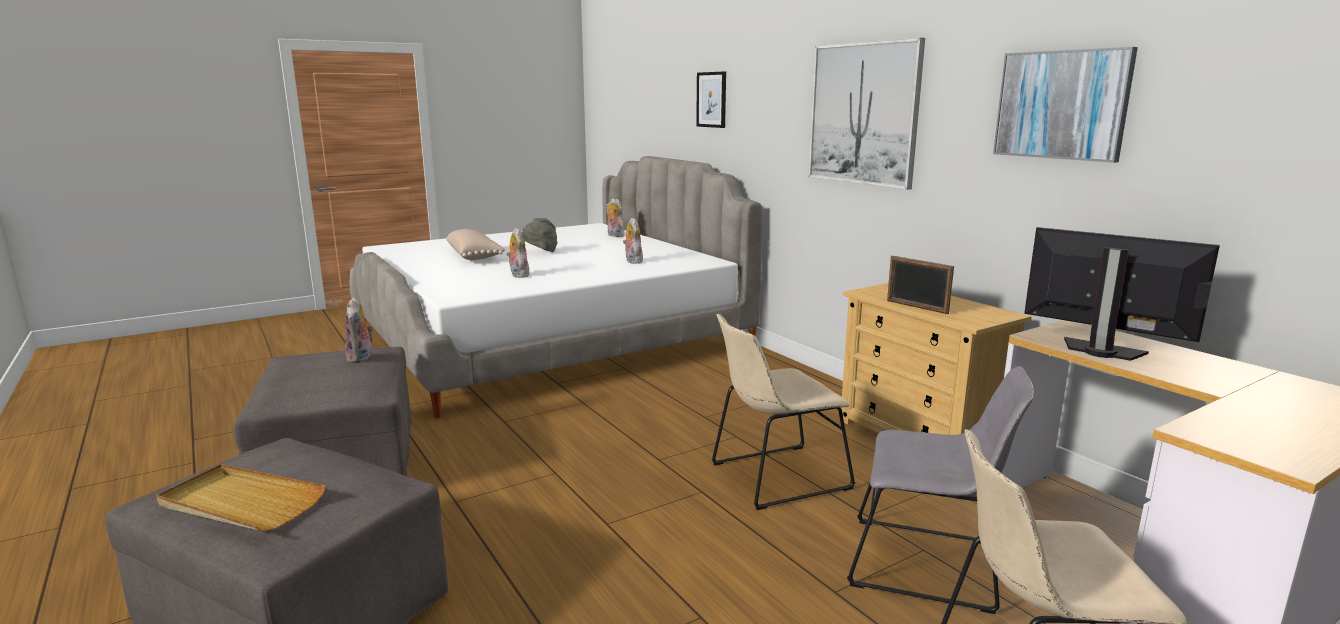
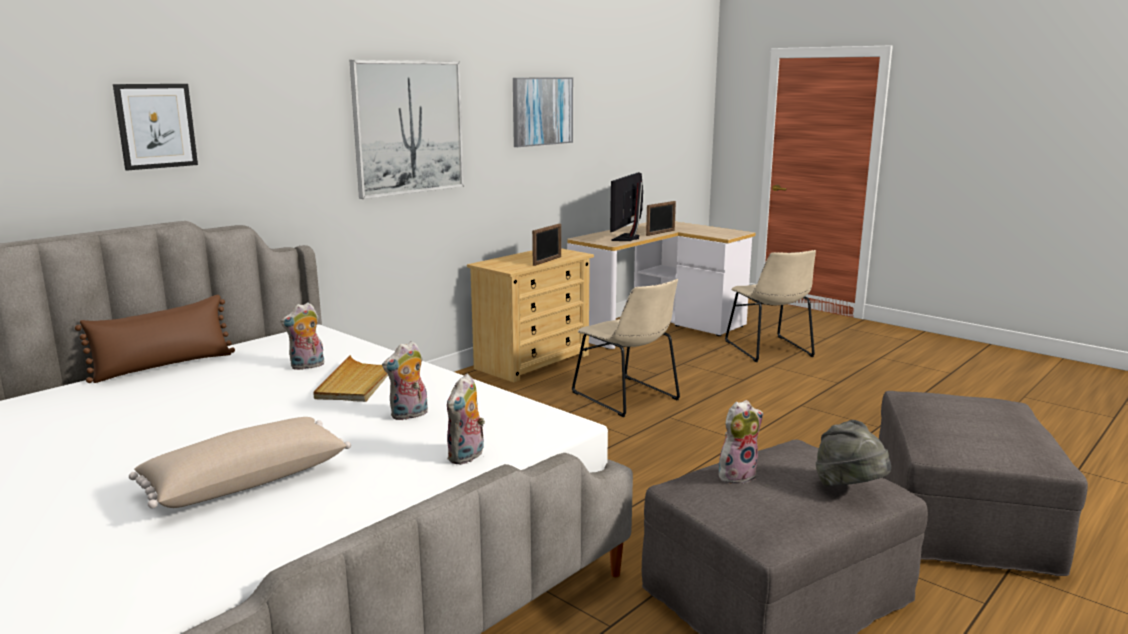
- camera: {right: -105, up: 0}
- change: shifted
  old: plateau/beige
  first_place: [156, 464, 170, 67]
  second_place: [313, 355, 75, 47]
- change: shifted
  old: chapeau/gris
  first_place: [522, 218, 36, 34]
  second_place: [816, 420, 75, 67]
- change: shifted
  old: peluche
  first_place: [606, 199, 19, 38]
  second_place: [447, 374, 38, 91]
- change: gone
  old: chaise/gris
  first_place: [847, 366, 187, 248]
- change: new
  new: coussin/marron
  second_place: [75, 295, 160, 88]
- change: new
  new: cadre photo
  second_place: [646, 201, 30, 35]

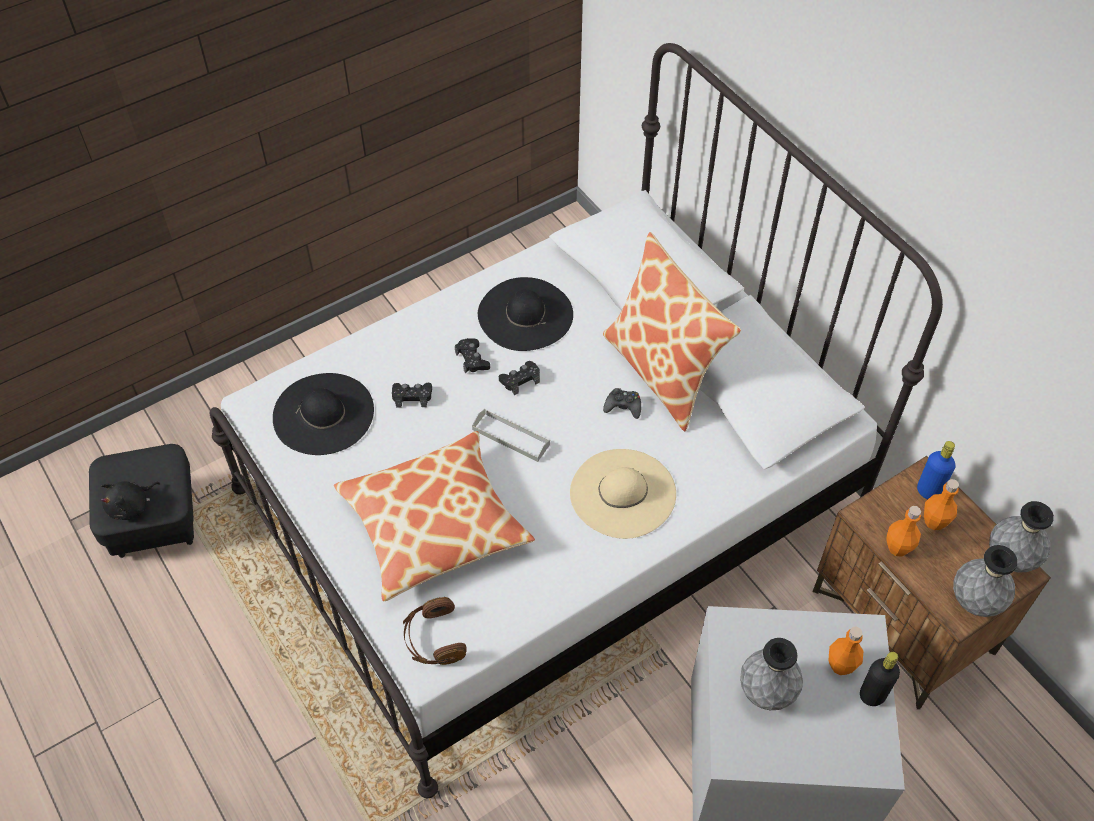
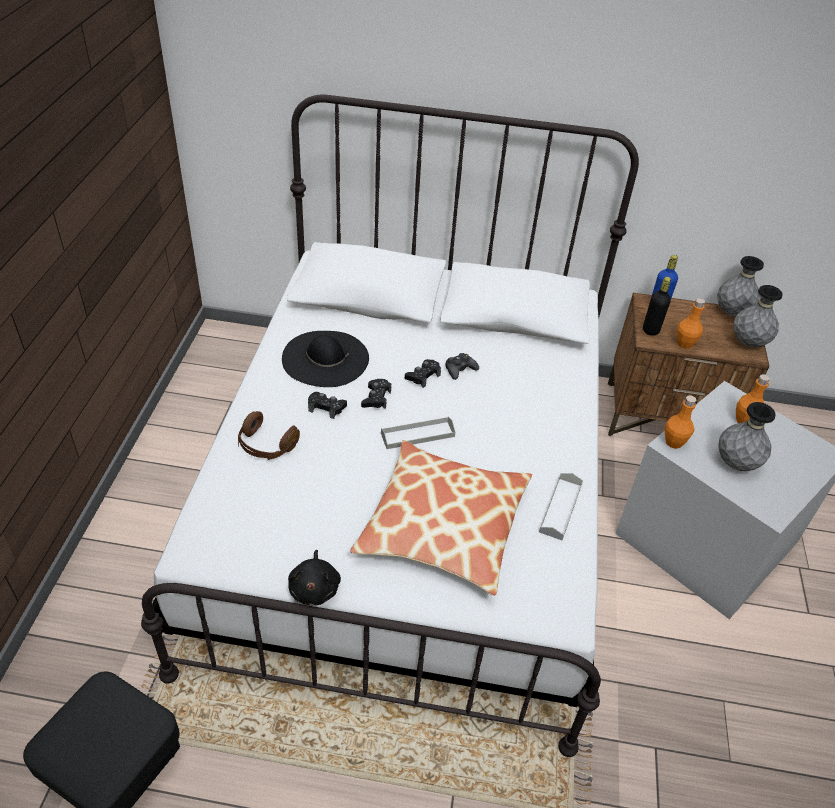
- camera: {right: -50, up: -10}
- change: shifted
  old: peluche/noir
  first_place: [101, 481, 59, 39]
  second_place: [288, 550, 53, 56]
- change: gone
  old: chapeau/noir
  first_place: [273, 373, 101, 82]
- change: shifted
  old: manette/noir
  first_place: [392, 383, 40, 24]
  second_place: [405, 359, 36, 29]
- change: shifted
  old: casque audio/marron
  first_place: [403, 597, 64, 68]
  second_place: [238, 411, 62, 49]
- change: gone
  old: chapeau/beige
  first_place: [570, 449, 106, 90]
- change: gone
  old: coussin
  first_place: [603, 232, 138, 200]
- change: shifted
  old: bouteille/noir
  first_place: [860, 652, 40, 54]
  second_place: [643, 277, 28, 59]
- change: shifted
  old: bouteille/orange
  first_place: [924, 479, 35, 51]
  second_place: [665, 395, 31, 54]
- change: new
  new: plateau/gris
  second_place: [539, 473, 44, 67]

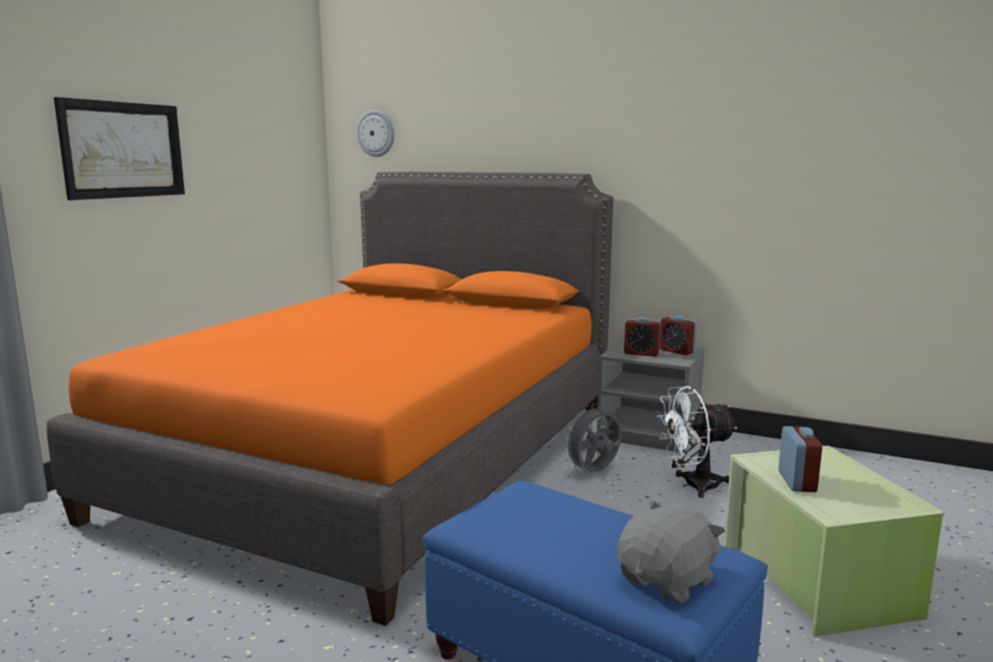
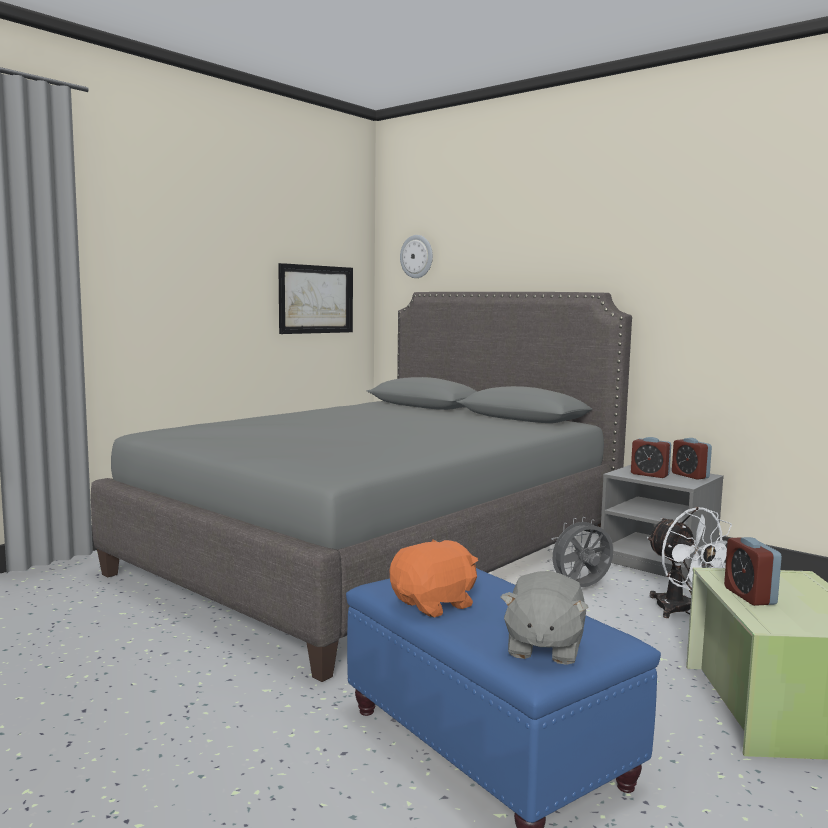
- camera: {right: 15, up: -5}
- change: repainted
  old: lit/orange
  new: lit/gris
  first_place: [47, 172, 566, 454]
  second_place: [91, 292, 541, 390]
- change: shifted
  old: tableau
  first_place: [54, 97, 131, 103]
  second_place: [278, 263, 75, 71]
- change: rotated
  old: peluche/gris
  first_place: [617, 500, 108, 104]
  second_place: [501, 571, 88, 94]
  degrees: 135
- change: rotated
  old: ventilateur/blanc
  first_place: [657, 386, 80, 112]
  second_place: [647, 507, 85, 111]
  degrees: -120
- change: rotated
  old: réveil
  first_place: [778, 426, 44, 66]
  second_place: [724, 537, 58, 69]
  degrees: 150
- change: new
  new: peluche/orange
  second_place: [390, 540, 88, 78]

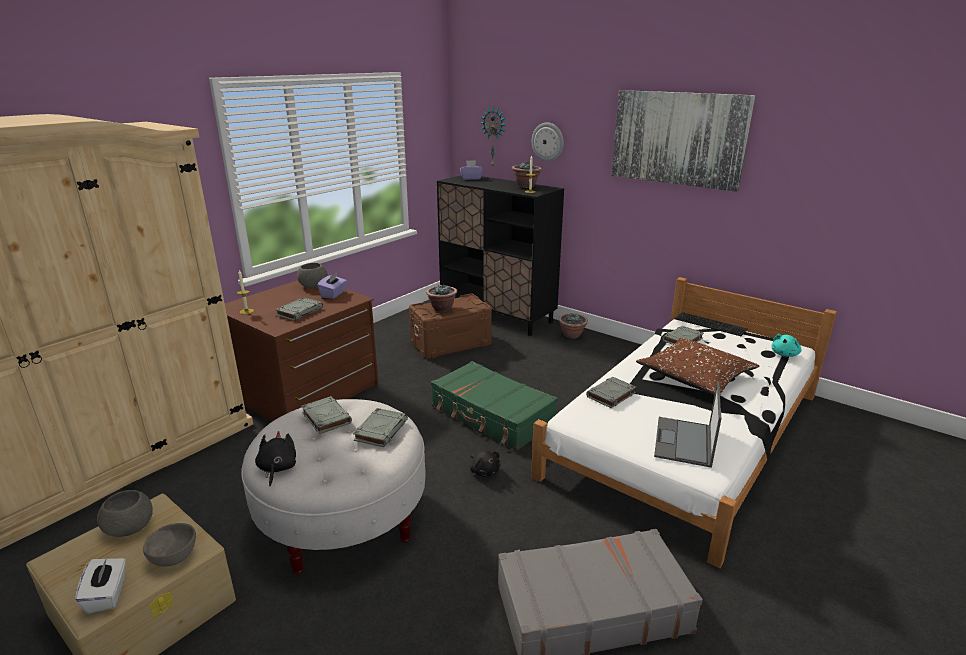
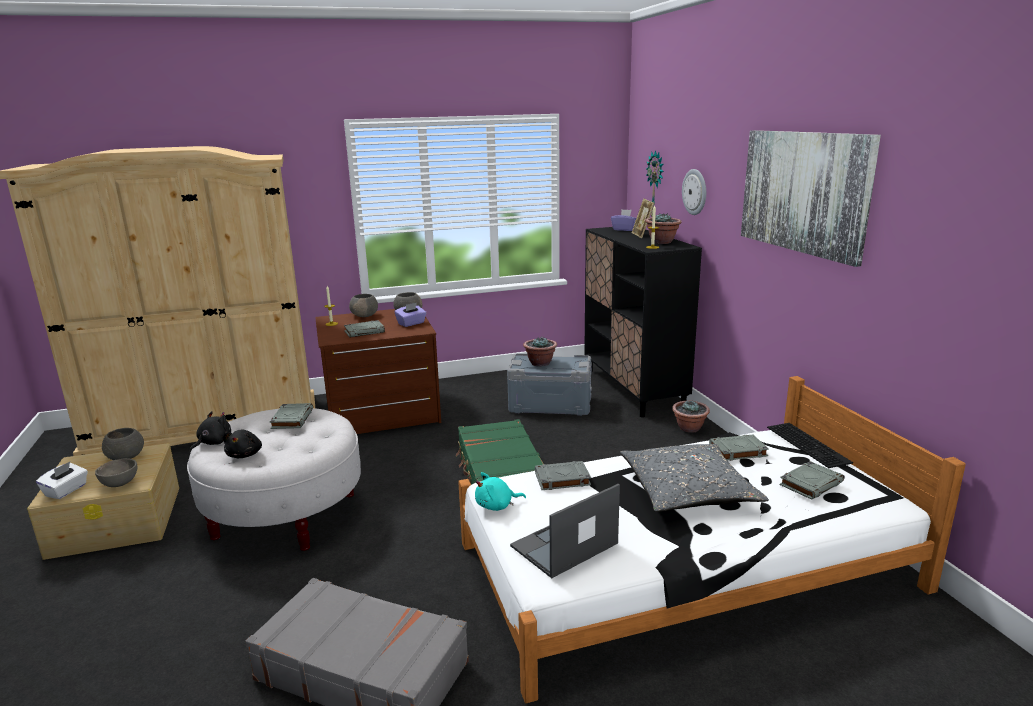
- camera: {right: 35, up: -5}
- change: shifted
  old: livre/gris
  first_place: [353, 408, 55, 39]
  second_place: [780, 461, 64, 39]
- change: repainted
  old: boîte de rangement/marron
  new: boîte de rangement/gris
  first_place: [409, 294, 83, 65]
  second_place: [507, 354, 85, 62]
- change: shifted
  old: peluche/noir
  first_place: [470, 450, 31, 27]
  second_place: [223, 430, 39, 28]
- change: repainted
  old: coussin/marron
  new: coussin/gris
  first_place: [636, 338, 123, 57]
  second_place: [620, 444, 149, 68]
- change: shifted
  old: peluche/turquoise
  first_place: [772, 334, 30, 23]
  second_place: [475, 472, 51, 39]
- change: new
  new: bol/gris
  second_place: [349, 294, 29, 23]
- change: new
  new: cadre photo
  second_place: [632, 198, 22, 40]

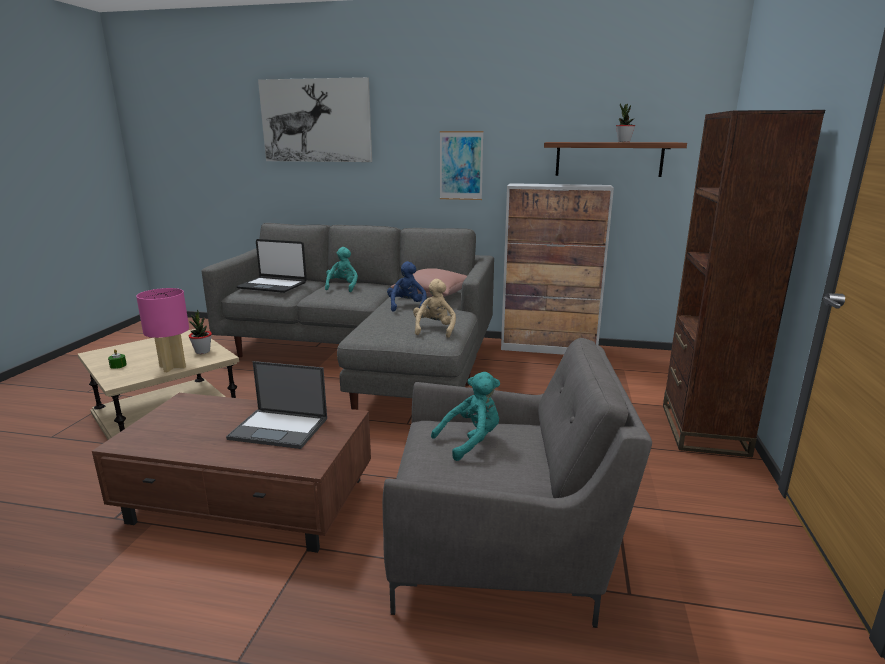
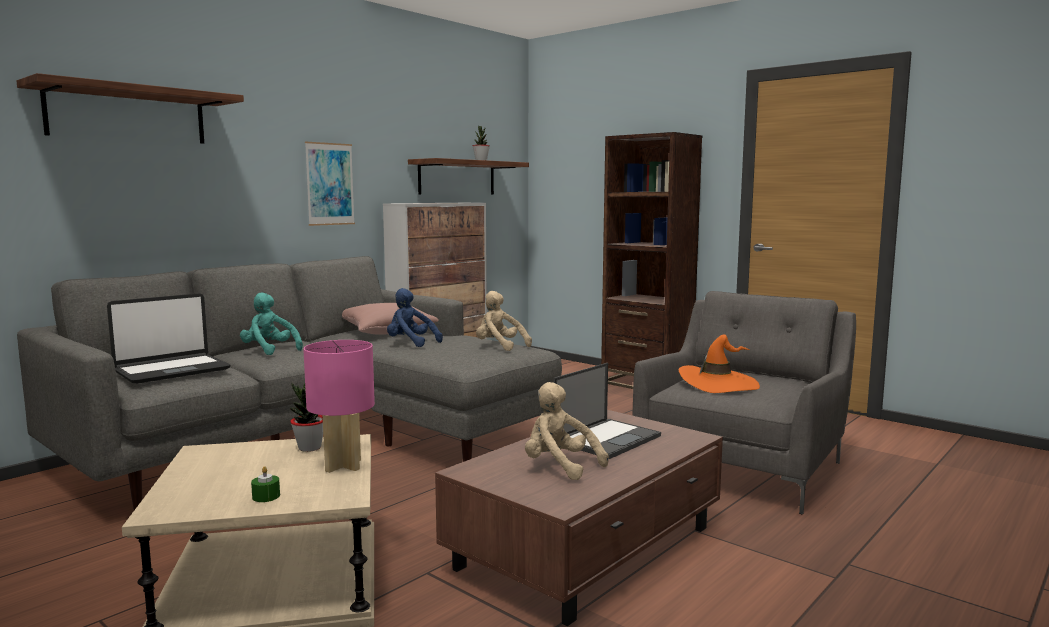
- camera: {right: -60, up: -10}
- change: swapped
  old: tableau
  new: étagère
  first_place: [258, 77, 114, 85]
  second_place: [17, 73, 227, 71]
- change: swapped
  old: peluche/turquoise
  new: chapeau/orange
  first_place: [431, 372, 69, 89]
  second_place: [679, 334, 81, 59]
- change: new
  new: peluche/beige
  second_place: [525, 382, 84, 98]

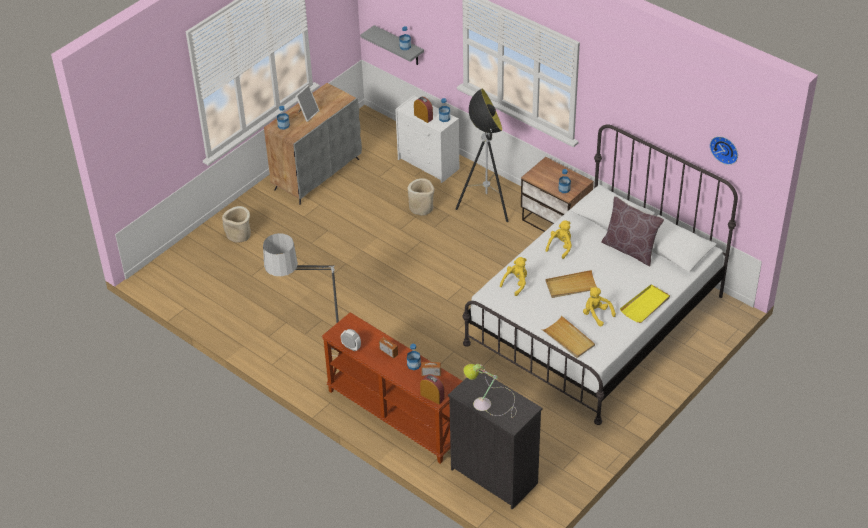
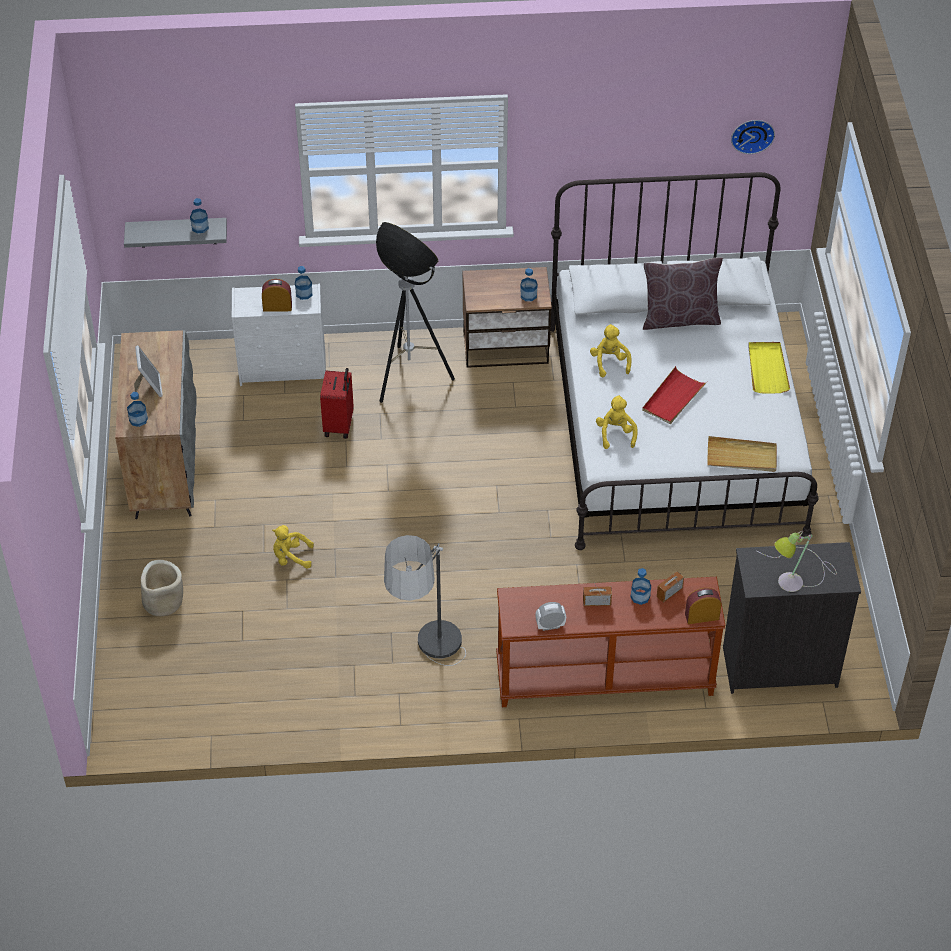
- camera: {right: -45, up: 5}
- change: swapped
  old: cache-pot/beige
  new: valise/rouge
  first_place: [407, 178, 27, 38]
  second_place: [320, 368, 34, 71]
- change: repainted
  old: plateau/beige
  new: plateau/rouge
  first_place: [546, 270, 51, 28]
  second_place: [642, 366, 65, 58]
- change: shifted
  old: peluche/jaune
  first_place: [583, 287, 33, 39]
  second_place: [272, 525, 42, 44]

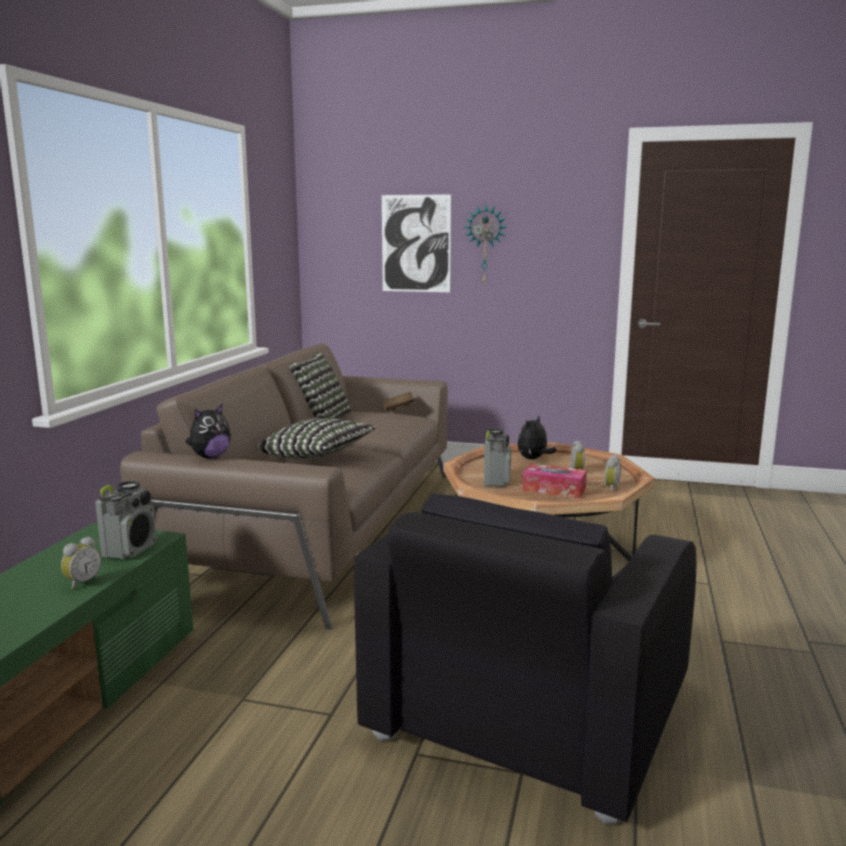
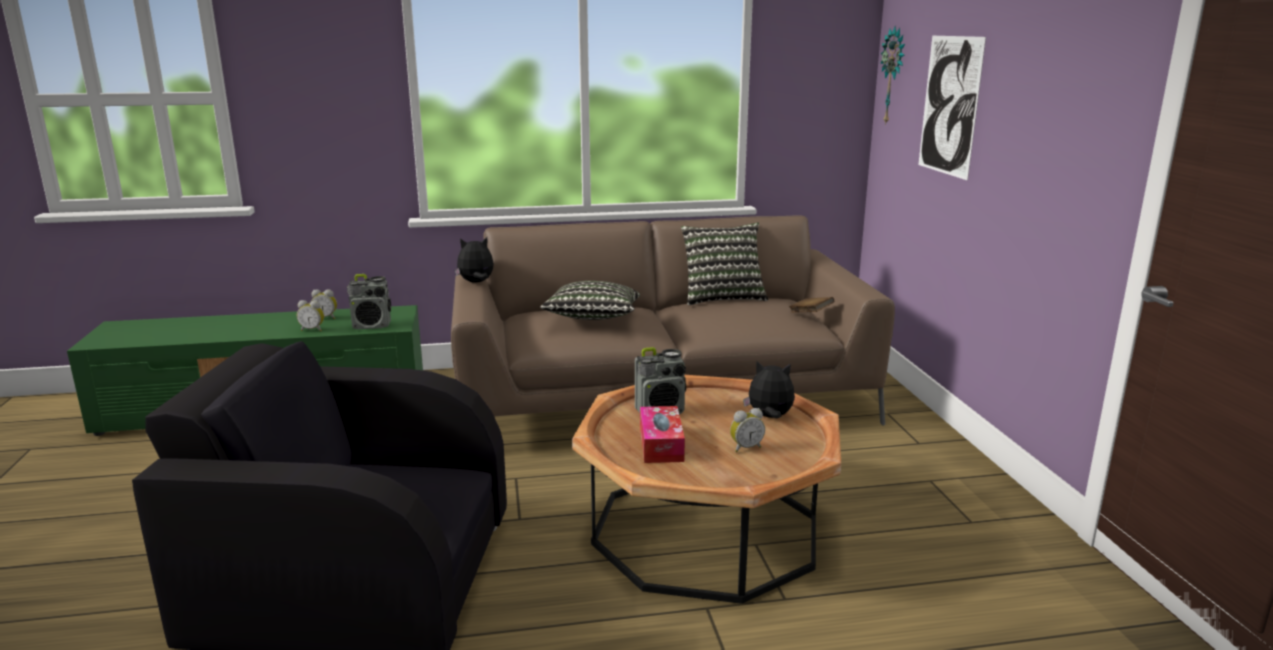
- camera: {right: 65, up: 5}
- change: rotated
  old: peluche
  first_place: [186, 404, 45, 54]
  second_place: [455, 237, 39, 46]
  degrees: 150
- change: shifted
  old: horloge murale
  first_place: [465, 205, 41, 79]
  second_place: [880, 27, 25, 99]
- change: shifted
  old: réveil
  first_place: [603, 455, 18, 37]
  second_place: [311, 289, 26, 30]

